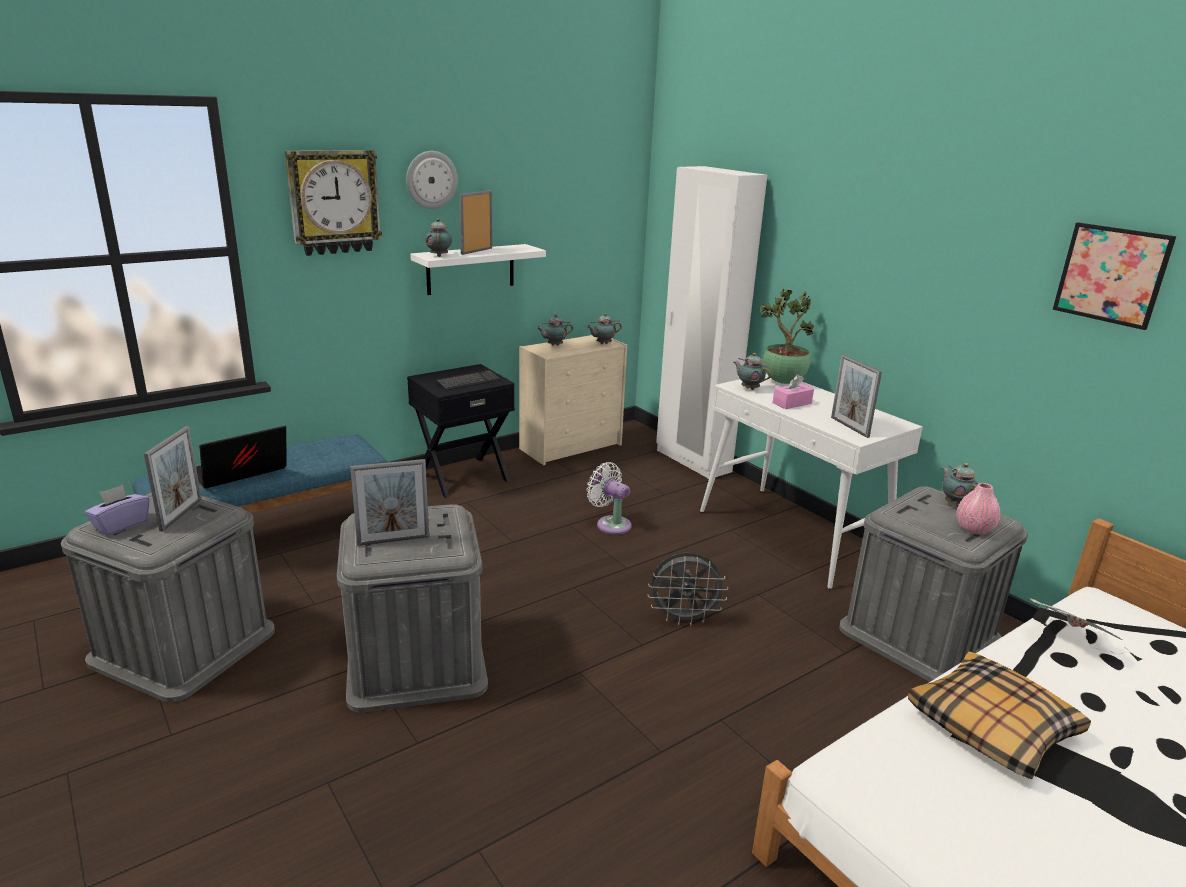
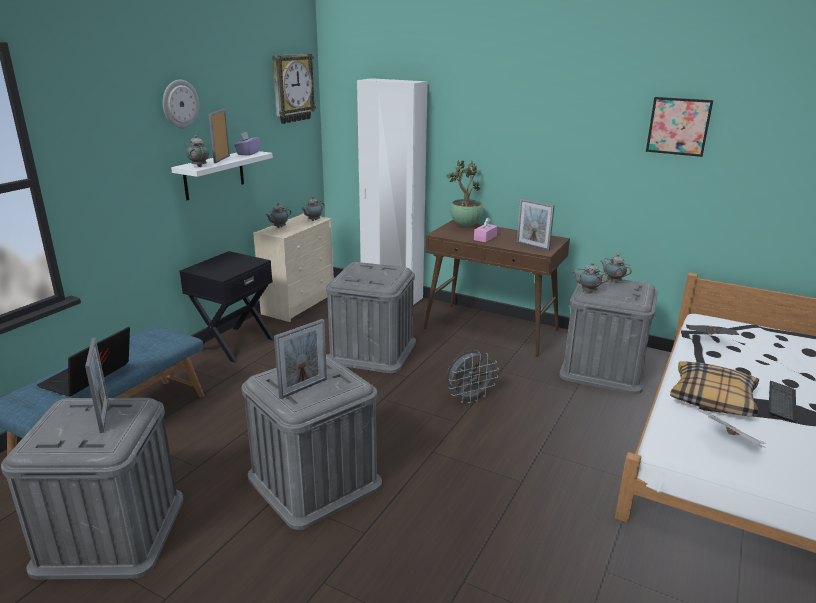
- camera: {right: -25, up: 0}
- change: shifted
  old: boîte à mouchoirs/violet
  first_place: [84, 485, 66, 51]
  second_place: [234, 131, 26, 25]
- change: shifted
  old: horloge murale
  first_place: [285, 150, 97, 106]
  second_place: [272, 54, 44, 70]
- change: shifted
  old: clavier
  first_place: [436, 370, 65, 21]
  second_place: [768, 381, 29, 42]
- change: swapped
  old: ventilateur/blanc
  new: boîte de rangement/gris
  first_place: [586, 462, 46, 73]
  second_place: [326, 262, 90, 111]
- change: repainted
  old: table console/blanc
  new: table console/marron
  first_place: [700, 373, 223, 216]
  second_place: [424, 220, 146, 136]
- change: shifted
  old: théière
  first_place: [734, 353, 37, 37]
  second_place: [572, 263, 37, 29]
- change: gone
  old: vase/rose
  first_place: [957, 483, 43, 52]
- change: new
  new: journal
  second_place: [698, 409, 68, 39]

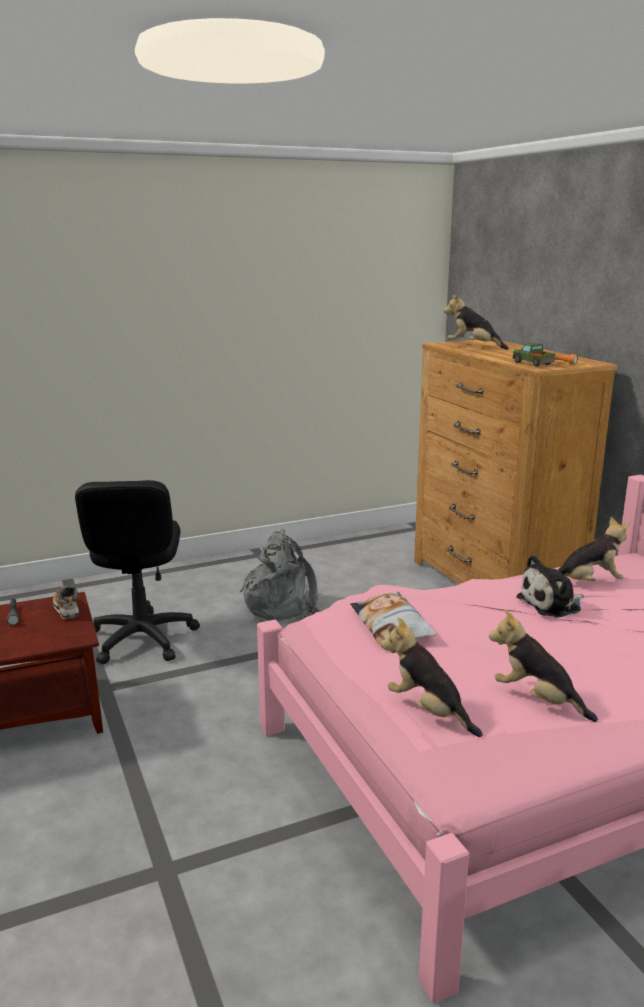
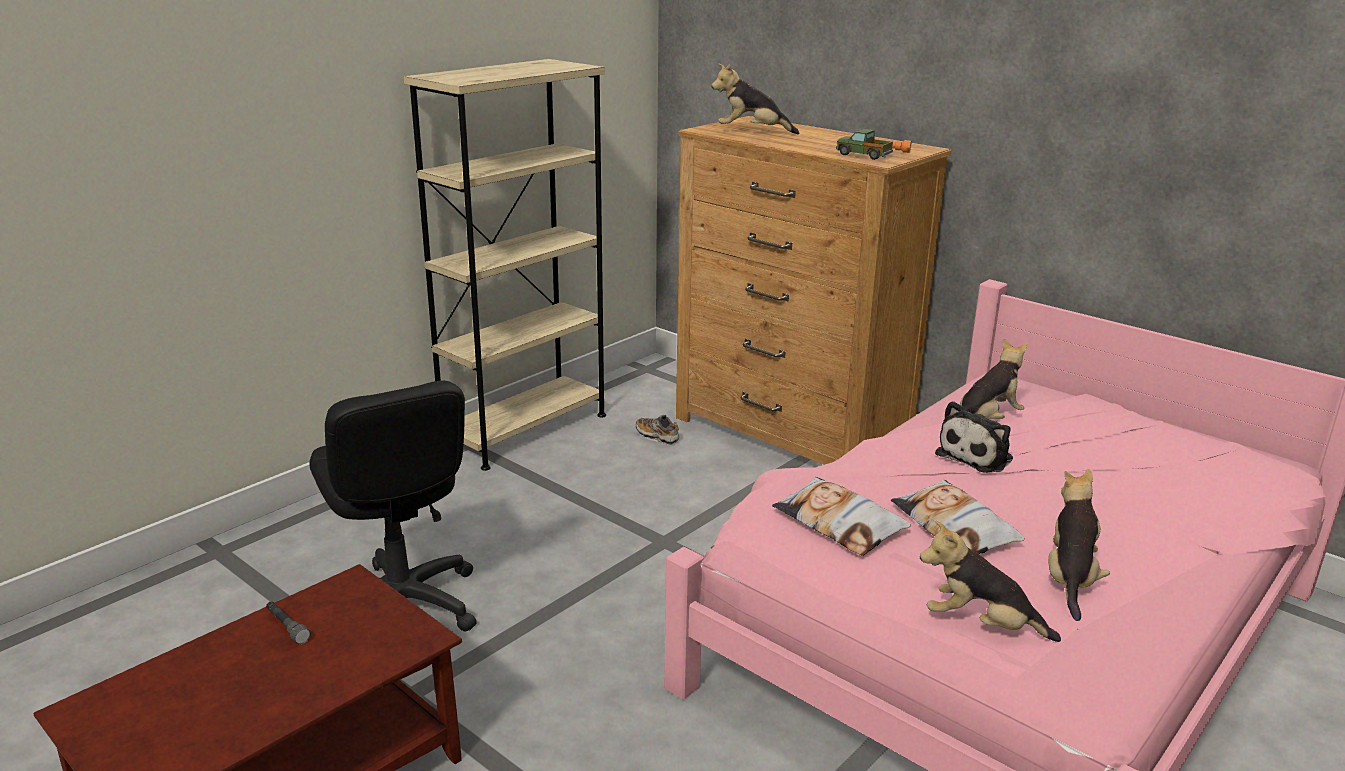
- camera: {right: -25, up: 5}
- change: shifted
  old: chaussure
  first_place: [53, 586, 26, 33]
  second_place: [636, 415, 43, 30]
- change: gone
  old: sac à dos/gris
  first_place: [240, 529, 77, 91]
- change: rotated
  old: peluche
  first_place: [489, 609, 109, 113]
  second_place: [1048, 469, 62, 152]
  degrees: 90
- change: new
  new: bibliothèque/beige
  second_place: [404, 59, 202, 412]
- change: new
  new: coussin
  second_place: [891, 480, 134, 74]

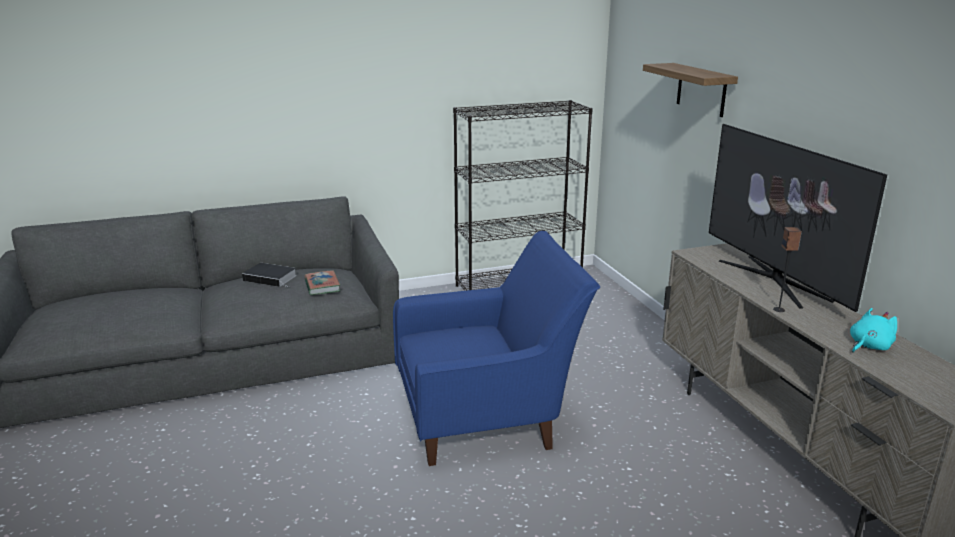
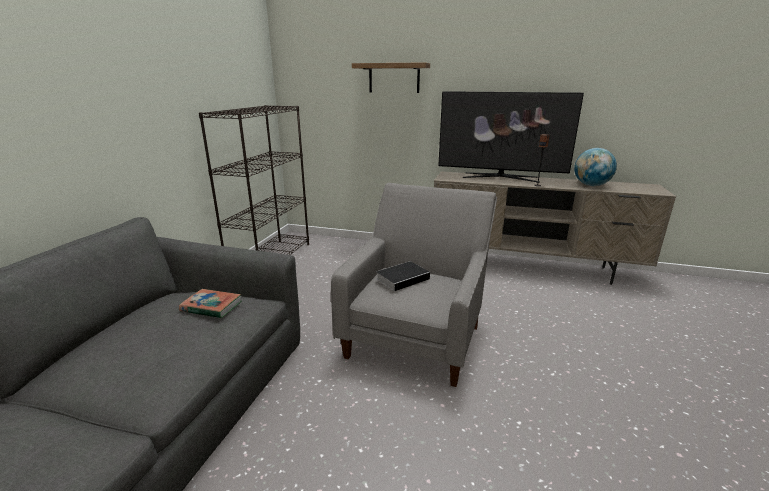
- camera: {right: -55, up: 0}
- change: shifted
  old: livre
  first_place: [242, 263, 55, 24]
  second_place: [377, 261, 53, 30]
- change: repainted
  old: fauteuil/bleu
  new: fauteuil/gris
  first_place: [393, 231, 207, 235]
  second_place: [331, 183, 166, 204]
- change: swapped
  old: peluche/turquoise
  new: globe
  first_place: [850, 308, 47, 45]
  second_place: [574, 148, 43, 38]

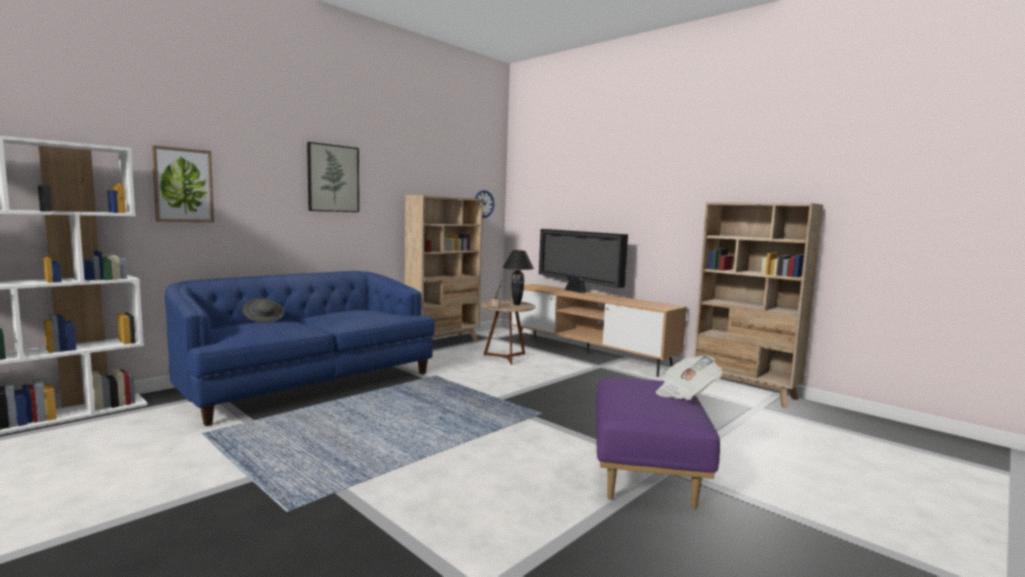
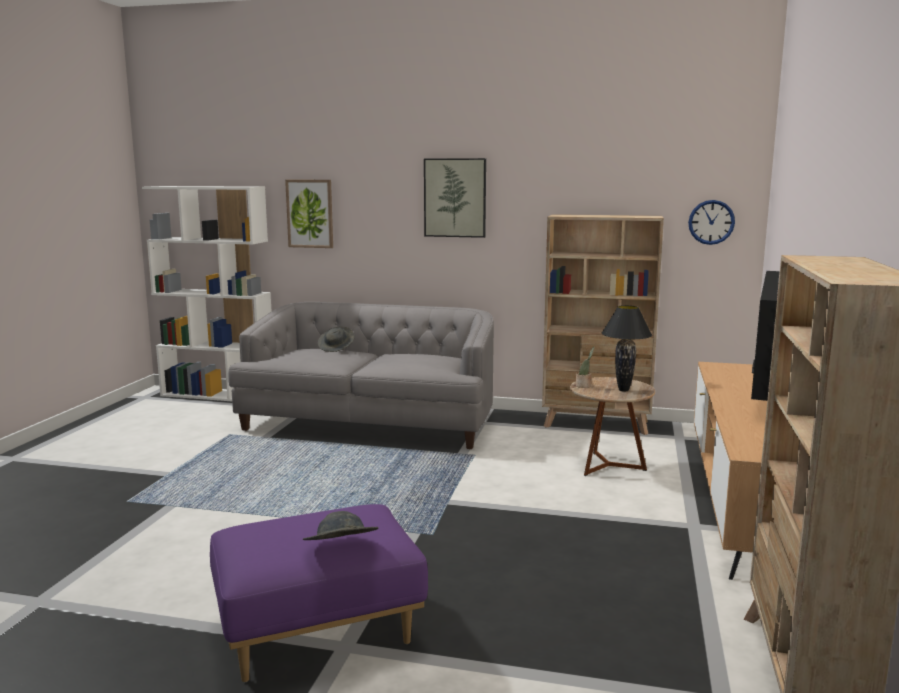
- camera: {right: 60, up: 5}
- change: repainted
  old: canapé/bleu
  new: canapé/gris
  first_place: [165, 271, 270, 155]
  second_place: [228, 302, 266, 147]
- change: swapped
  old: journal
  new: chapeau/gris
  first_place: [656, 356, 67, 44]
  second_place: [303, 511, 75, 29]

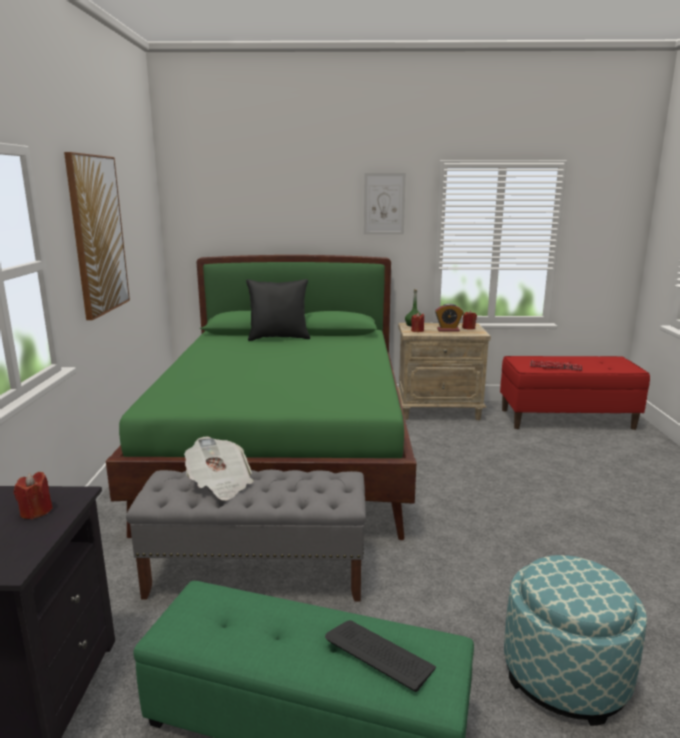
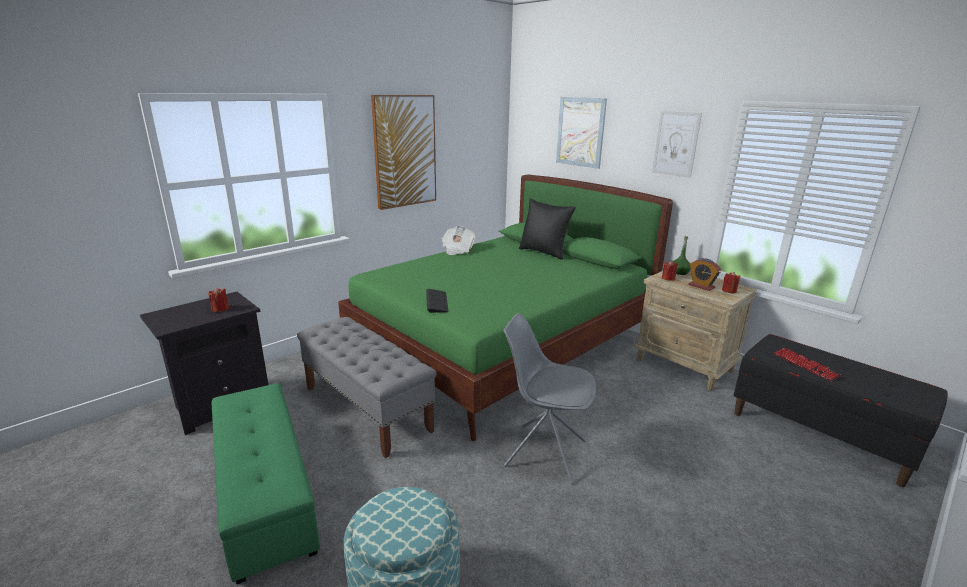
- camera: {right: 45, up: 5}
- change: shifted
  old: journal
  first_place: [184, 437, 69, 64]
  second_place: [441, 226, 35, 29]
- change: shifted
  old: clavier
  first_place: [325, 620, 111, 72]
  second_place: [426, 289, 23, 24]
- change: repainted
  old: banc/rouge
  new: banc/noir
  first_place: [500, 356, 150, 74]
  second_place: [734, 334, 214, 153]
- change: new
  new: chaise/gris
  second_place: [503, 313, 93, 172]
- change: new
  new: tableau
  second_place: [556, 97, 51, 72]

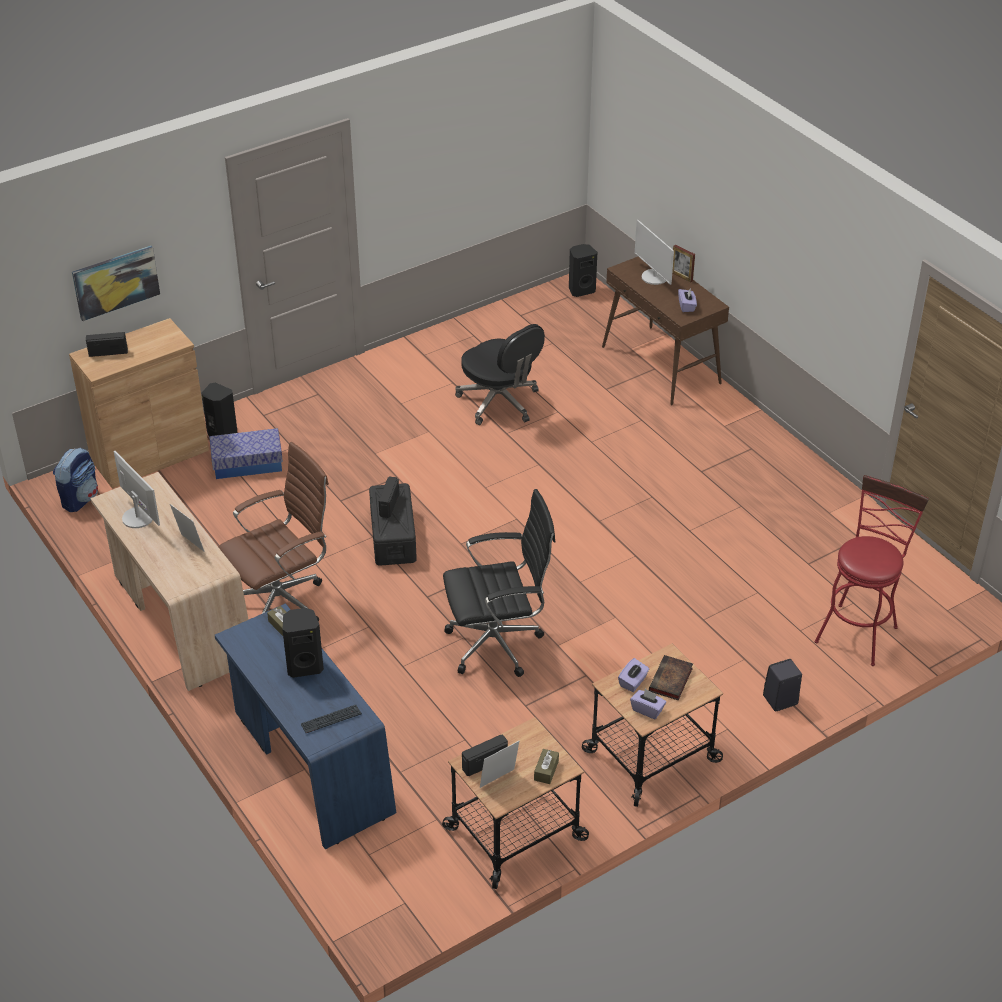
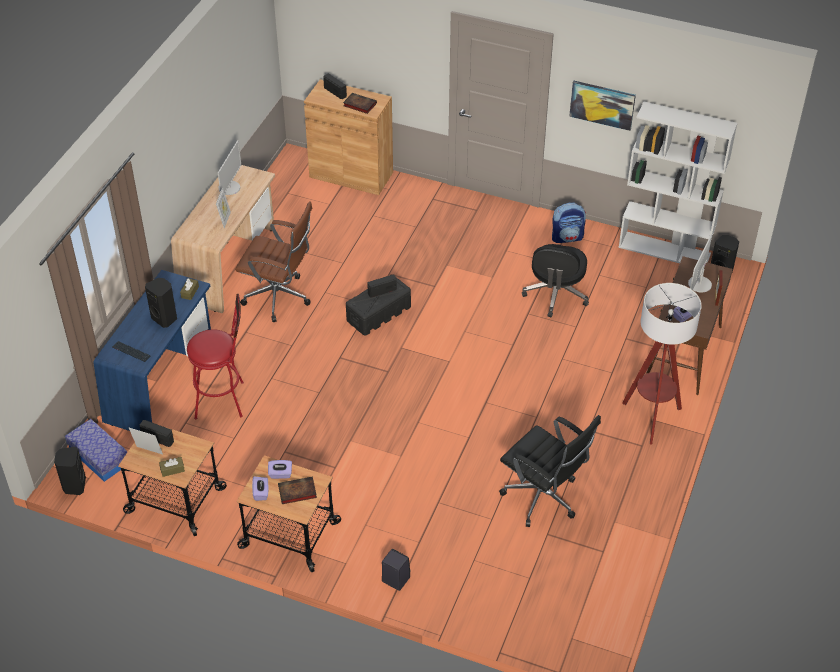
- camera: {right: 55, up: 5}
- change: shifted
  old: sac à dos
  first_place: [53, 448, 45, 64]
  second_place: [552, 202, 34, 41]
- change: shifted
  old: tableau
  first_place: [72, 246, 88, 75]
  second_place: [569, 81, 67, 50]
- change: shifted
  old: enceinte/noir
  first_place: [202, 383, 35, 54]
  second_place: [54, 447, 32, 48]
- change: shifted
  old: boîte de rangement
  first_place: [209, 428, 74, 51]
  second_place: [65, 419, 62, 63]
- change: shifted
  old: chaise de bureau/noir
  first_place: [443, 489, 113, 188]
  second_place: [499, 415, 102, 112]
- change: shifted
  old: tabouret/rouge
  first_place: [815, 475, 114, 191]
  second_place: [187, 294, 57, 126]
- change: new
  new: livre
  second_place: [343, 93, 34, 21]
- change: new
  new: bibliothèque/blanc
  second_place: [619, 102, 118, 161]
- change: new
  new: lampadaire
  second_place: [622, 283, 80, 162]

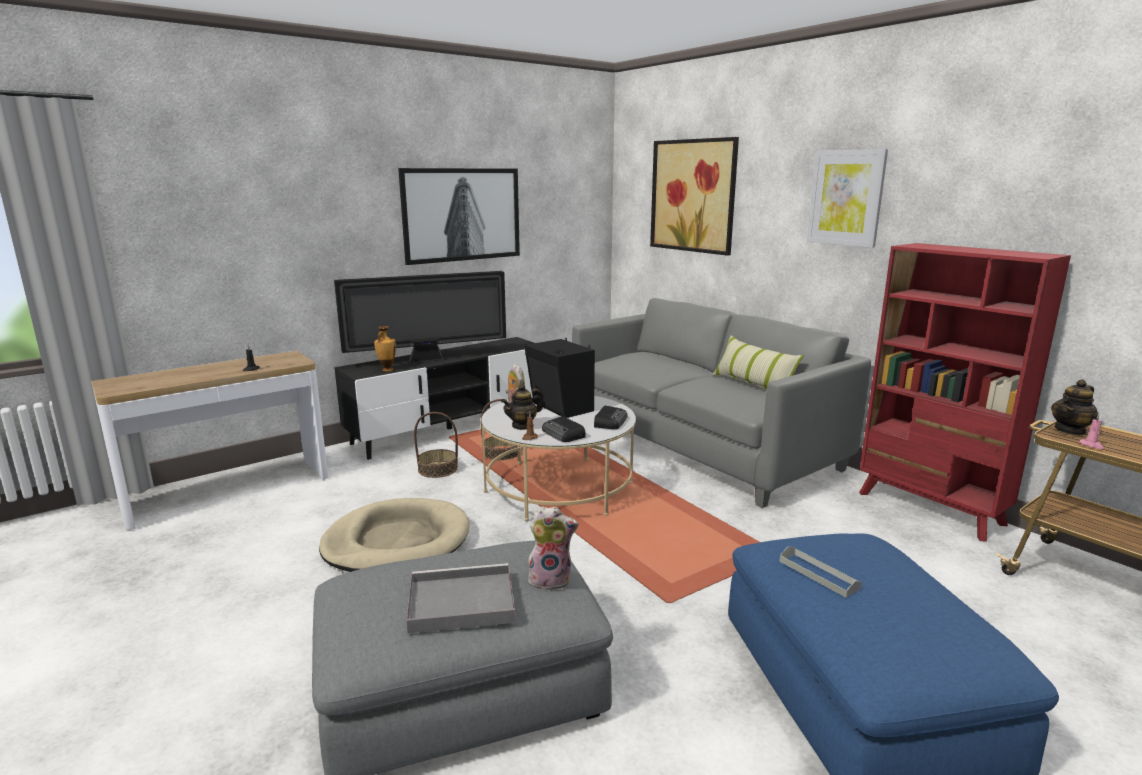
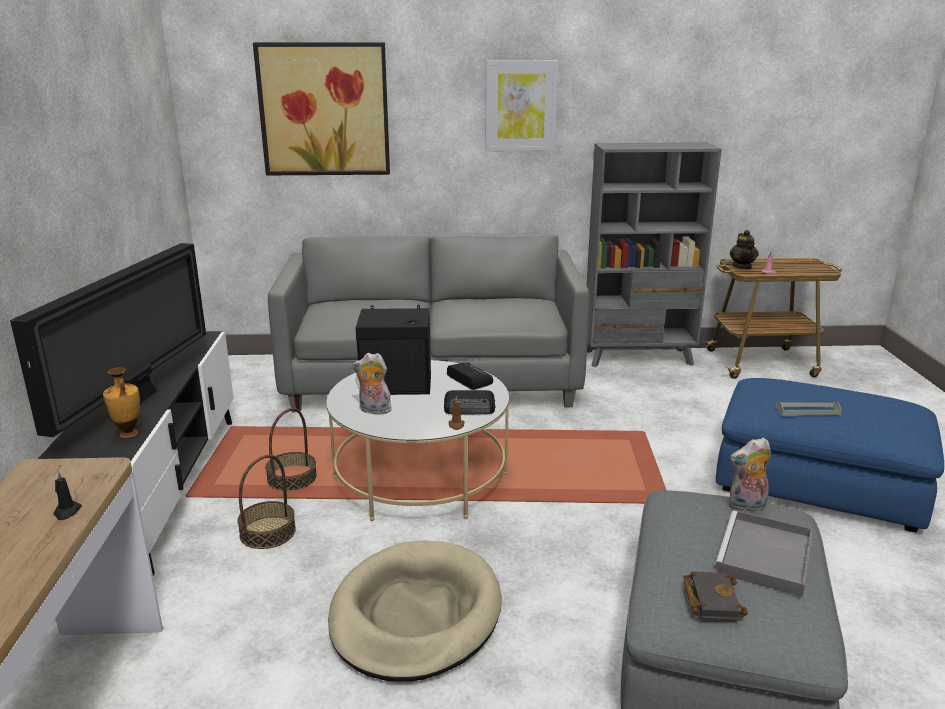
- camera: {right: -55, up: 5}
- change: gone
  old: tableau
  first_place: [398, 168, 122, 97]
- change: gone
  old: théière
  first_place: [501, 384, 42, 46]
- change: rotated
  old: peluche
  first_place: [528, 506, 51, 85]
  second_place: [729, 438, 42, 74]
  degrees: -135
- change: gone
  old: coussin
  first_place: [712, 335, 92, 55]
- change: repainted
  old: bibliothèque/rouge
  new: bibliothèque/gris
  first_place: [859, 243, 212, 299]
  second_place: [586, 143, 136, 224]
- change: new
  new: livre/noir
  second_place: [683, 571, 65, 48]

